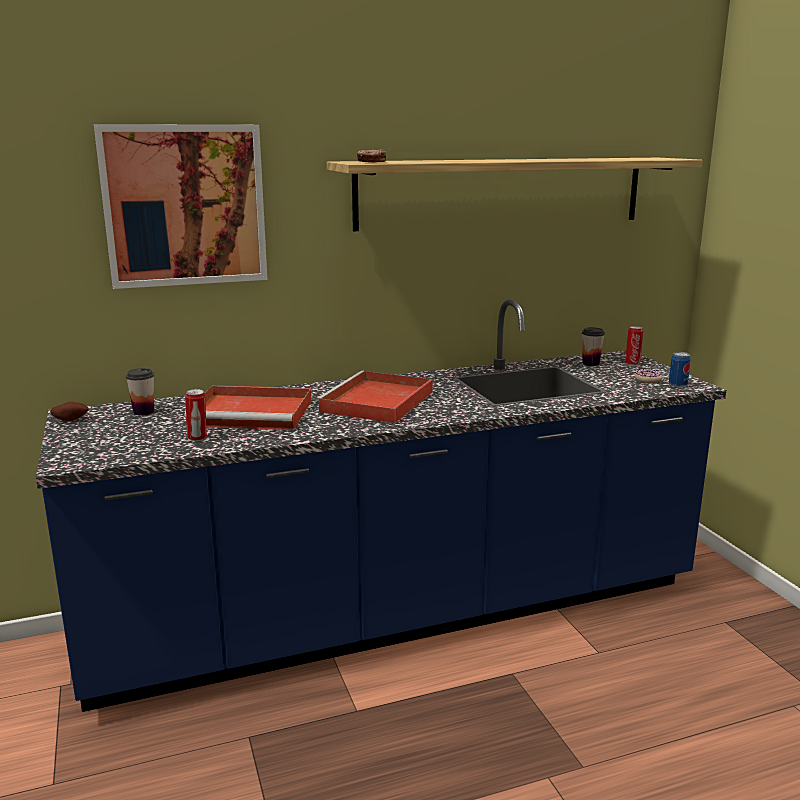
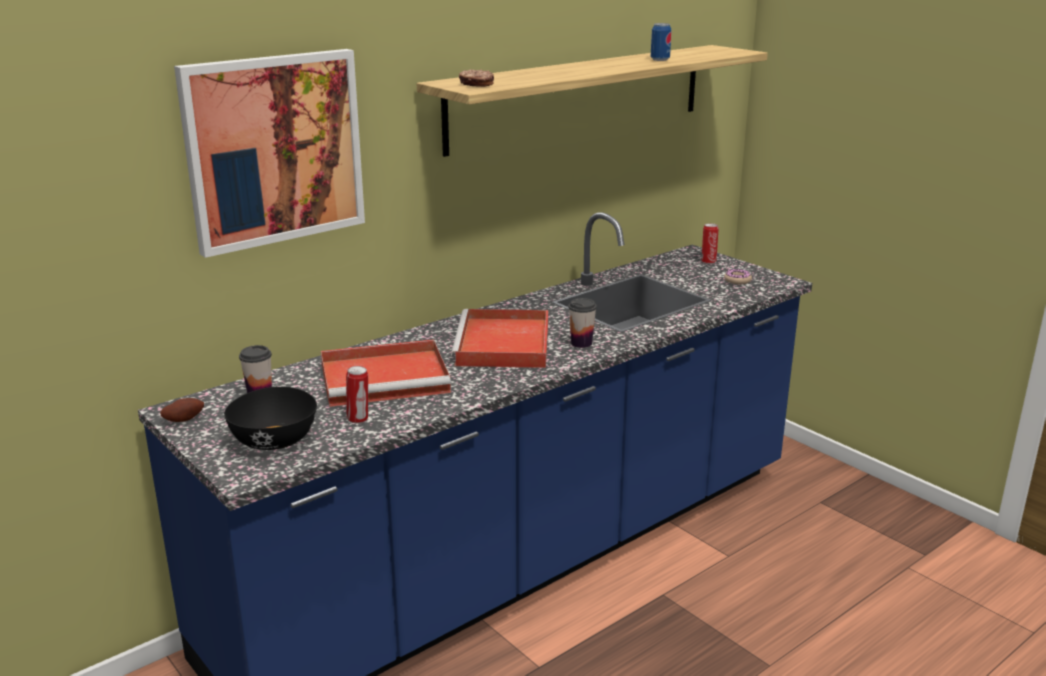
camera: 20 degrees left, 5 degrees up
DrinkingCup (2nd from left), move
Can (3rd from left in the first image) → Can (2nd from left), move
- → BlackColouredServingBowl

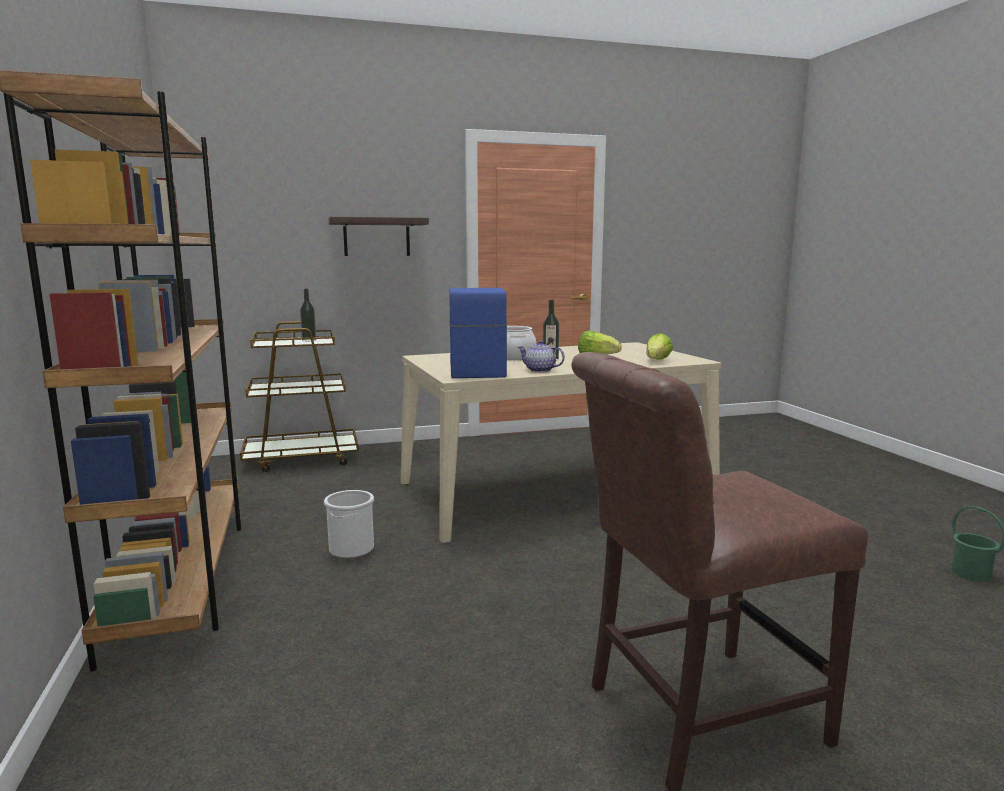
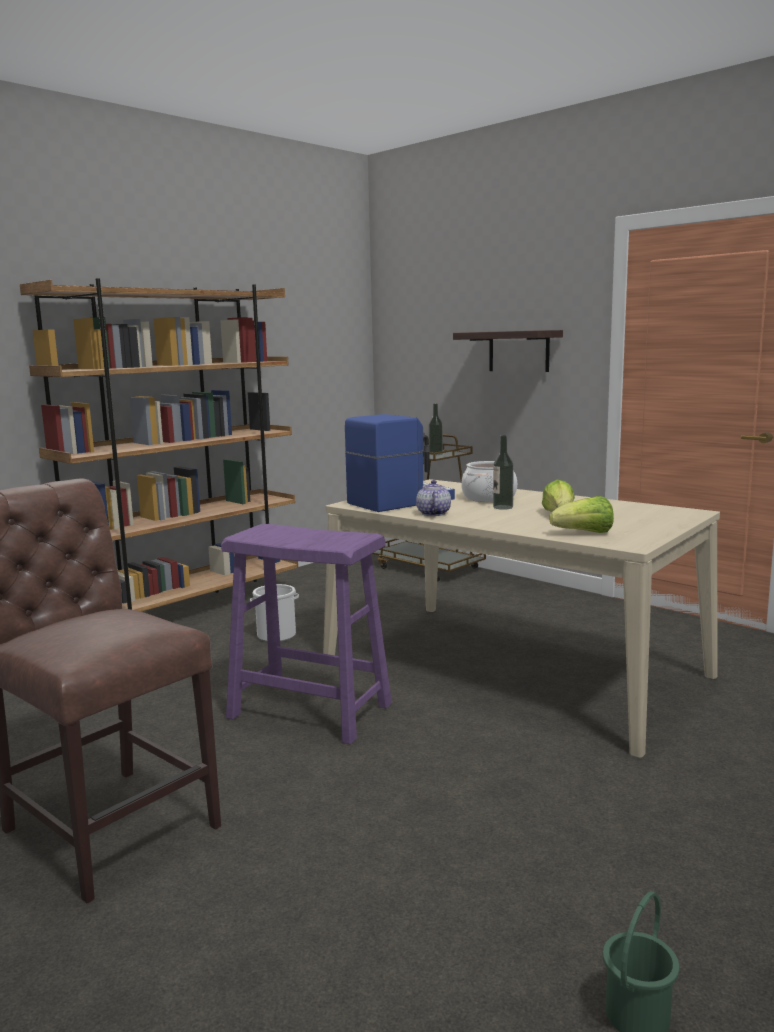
camera: 60 degrees right, 0 degrees up
- → PurpleStoolSeat

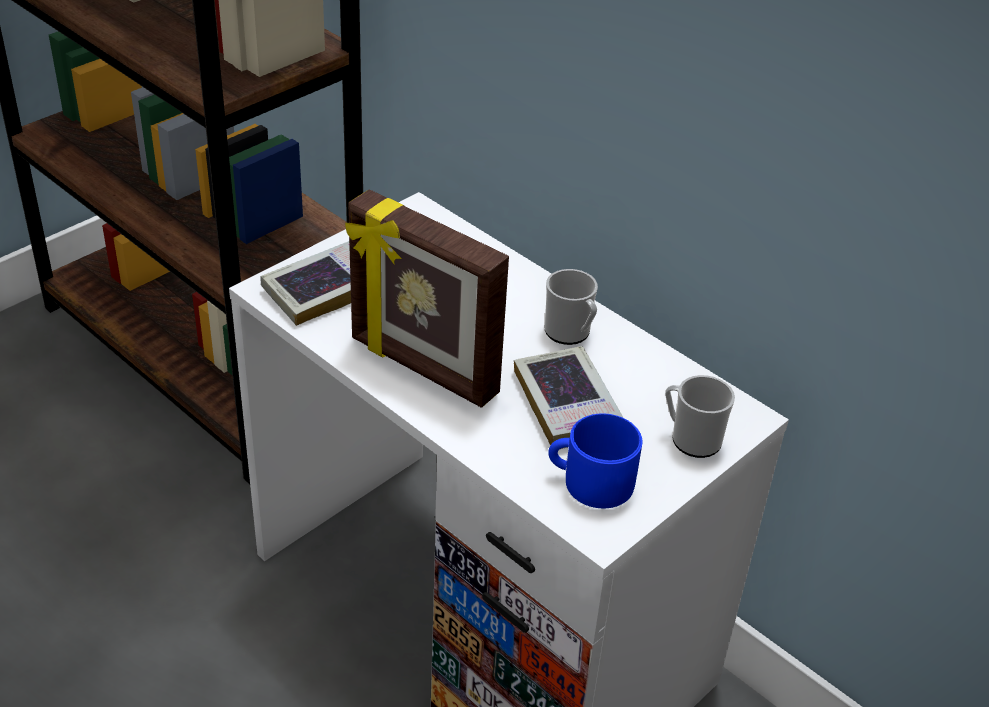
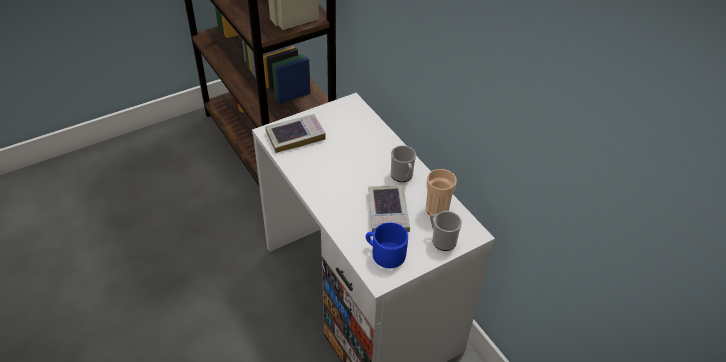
camera: 15 degrees right, 5 degrees up
PhotoFrame → -
- → DrinkingCup

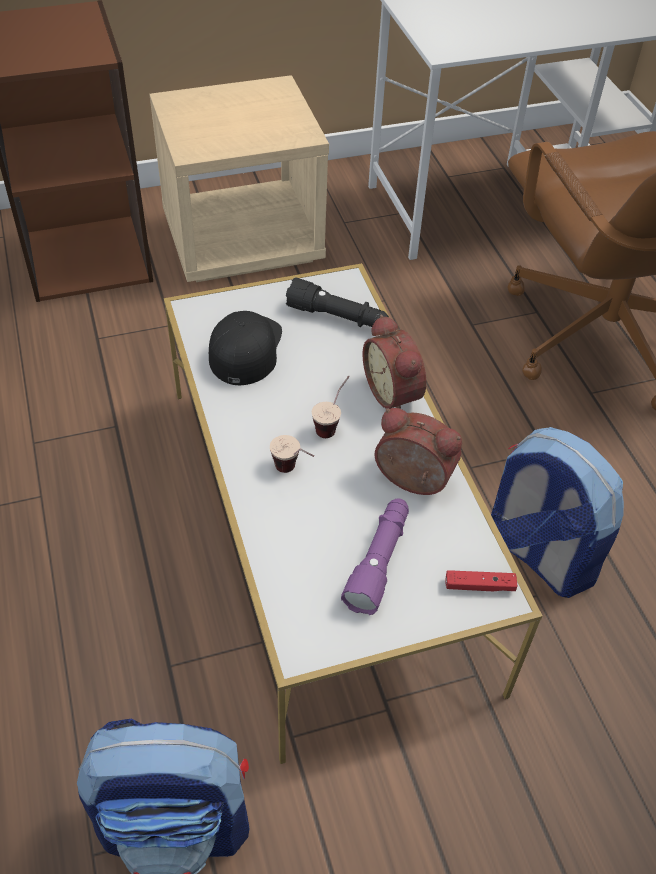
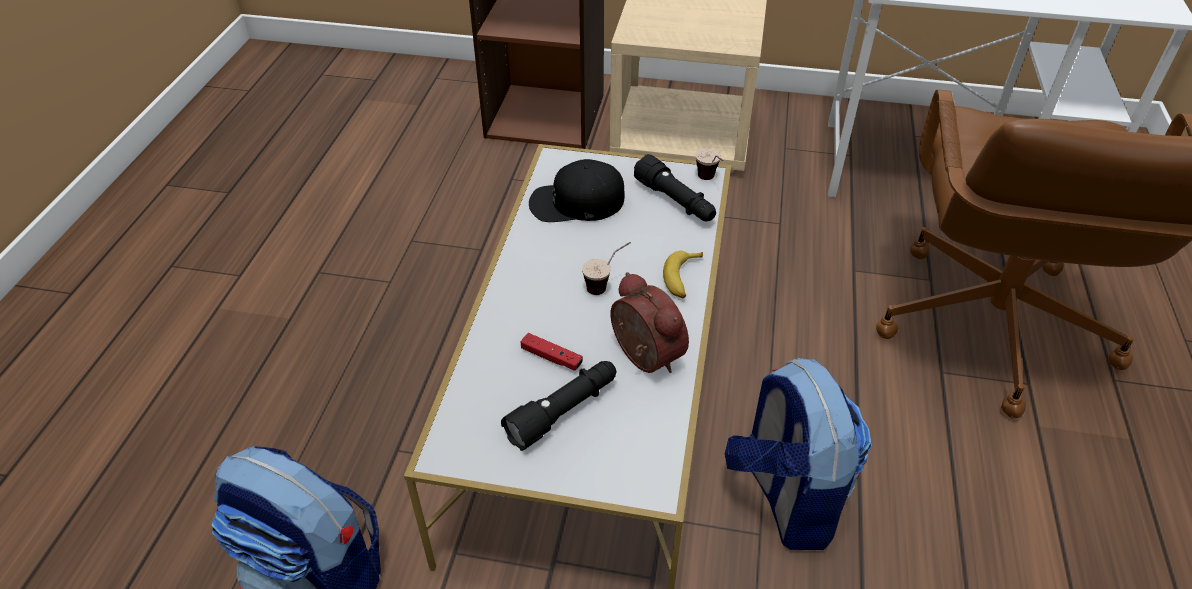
camera: 30 degrees right, 5 degrees down
BlackColouredCap, 135 degrees counterclockwise
AlarmClock (1st from left) → Banana
DrinkingCup (1st from left in the first image) → DrinkingCup (2nd from left), move
PurpleTorch → BlackColouredTorch (1st from left)
RedGamepad, move

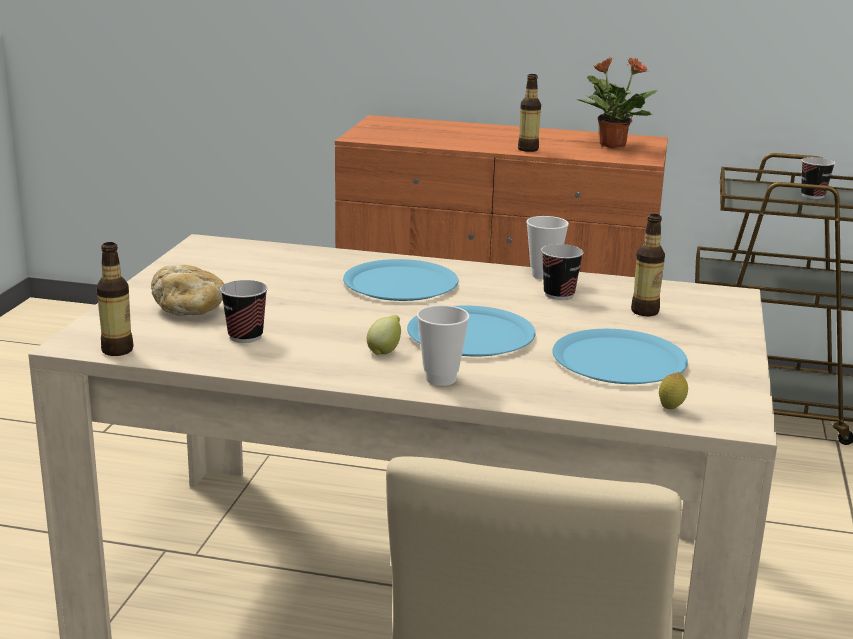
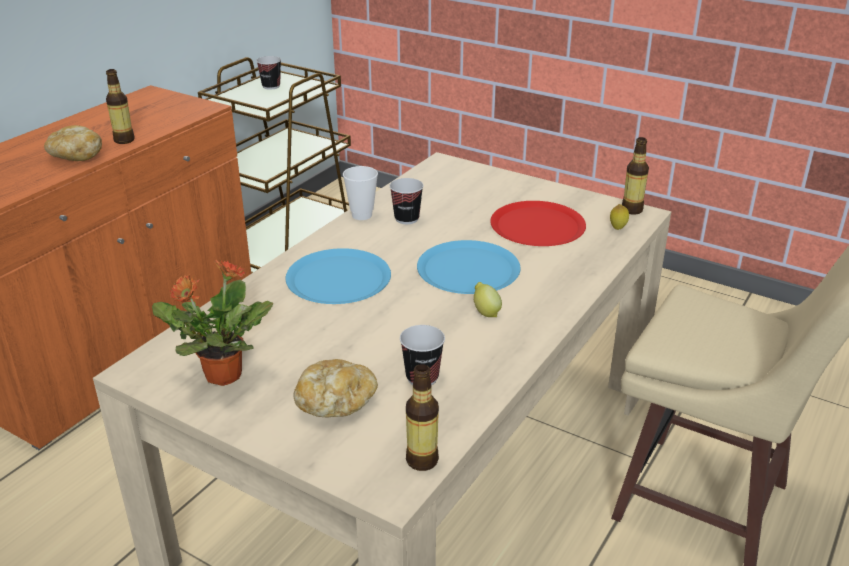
camera: 70 degrees left, 10 degrees up
PlantInAPot, move
Bottle (3rd from left), move
DrinkingCup (2nd from left) → -
BlueFlatDish (3rd from left) → RedFlatDish
- → Bread (1st from left)

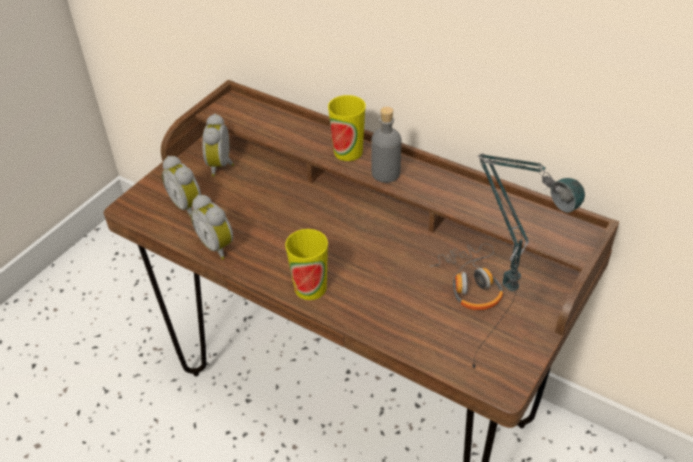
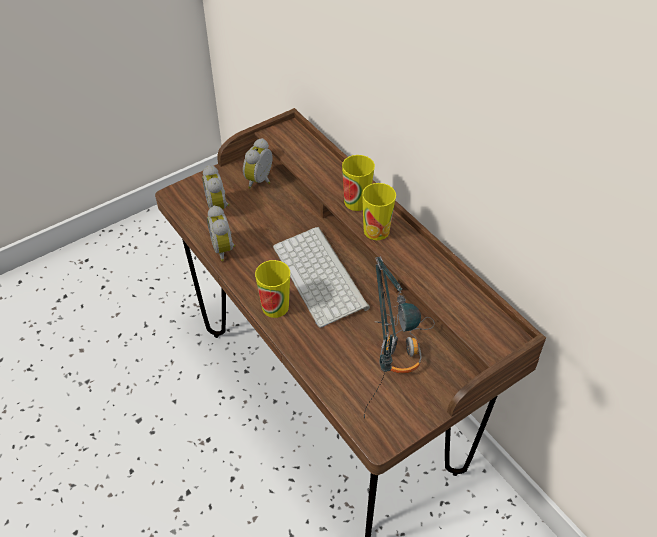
camera: 20 degrees right, 5 degrees up
GreyishBottle → DrinkingCup (3rd from left)
- → PcKeyboard

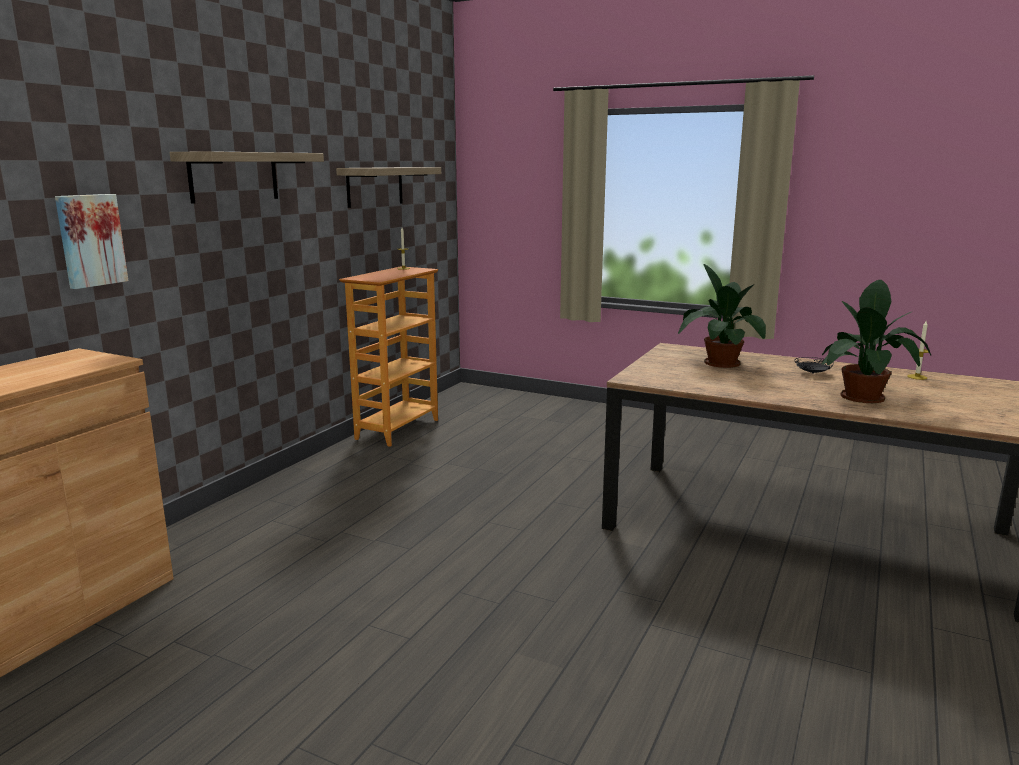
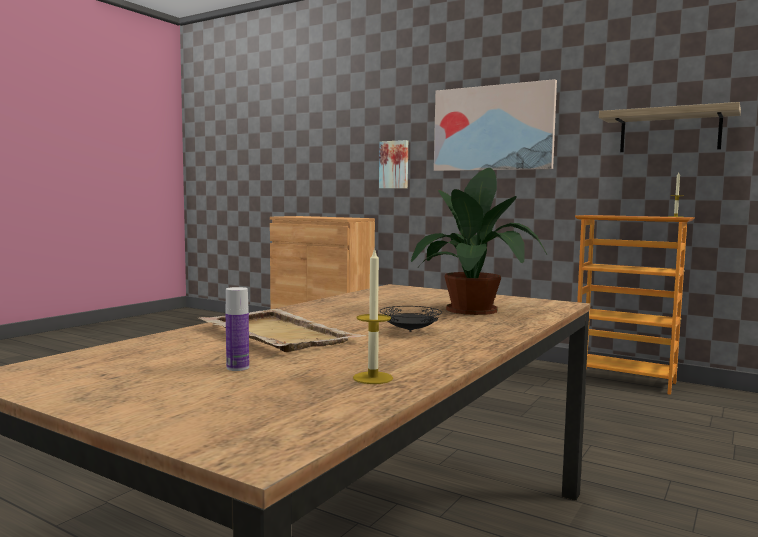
camera: 95 degrees right, 10 degrees down
WallShelf (1st from left) → WallPicture (2nd from left)
PlantInAPot (2nd from left) → BeigeCarryingTray
- → Bottle

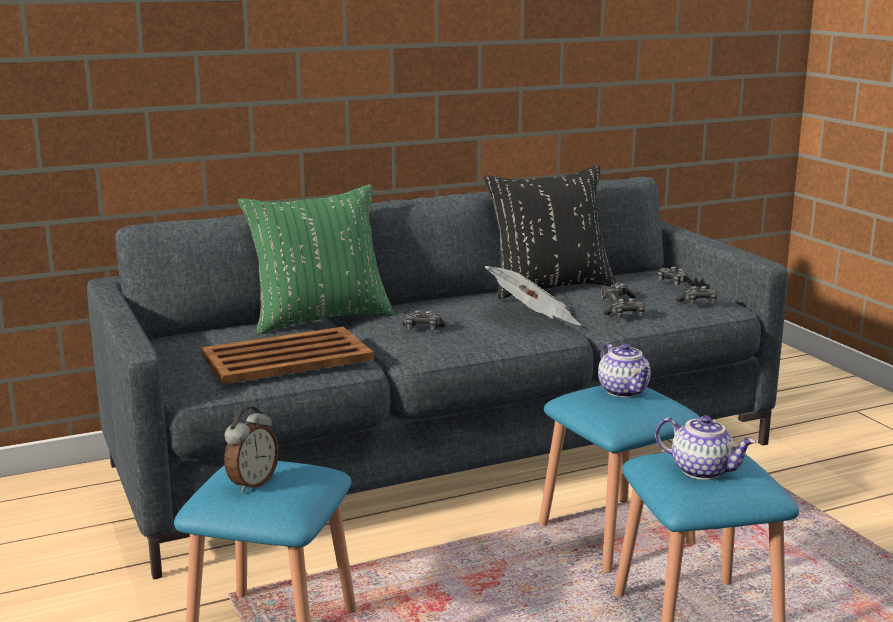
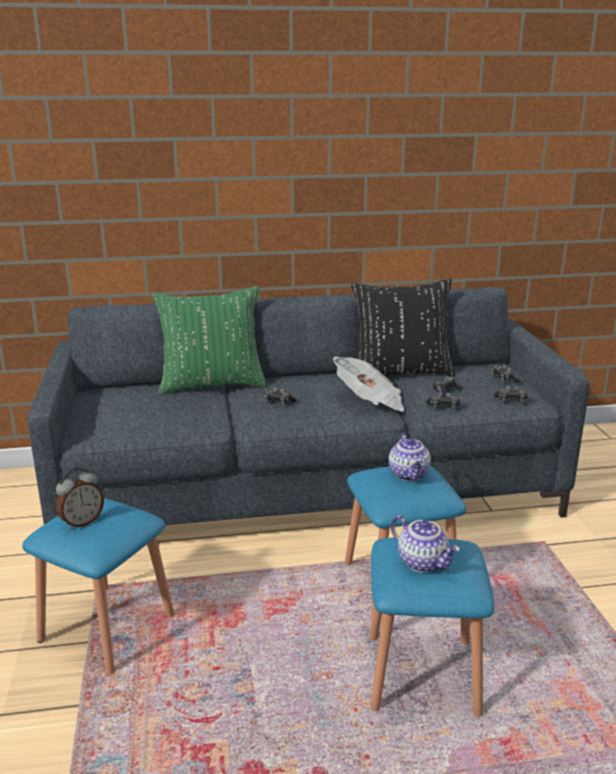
camera: 15 degrees right, 5 degrees up
BrownishCarryingTray → -

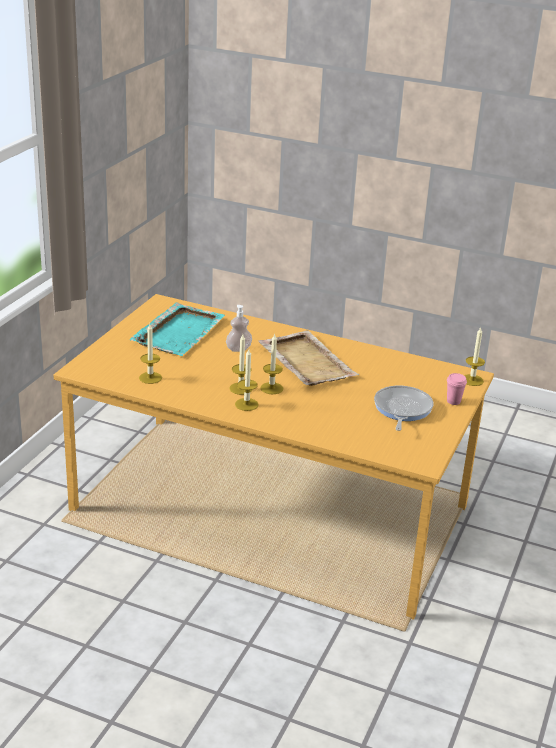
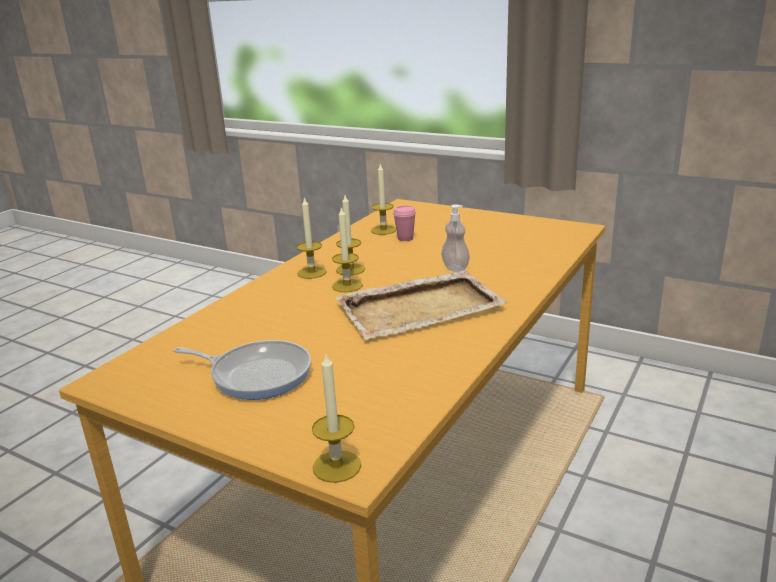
camera: 100 degrees right, 5 degrees down
TurquoiseColouredCarryingTray → -
PinkColouredDrinkingCup, move

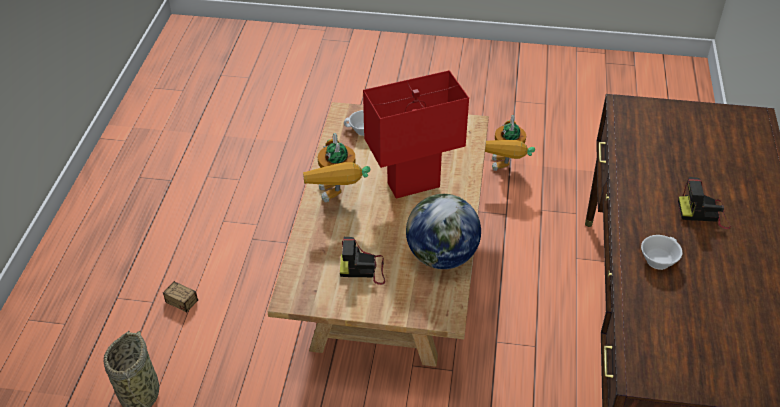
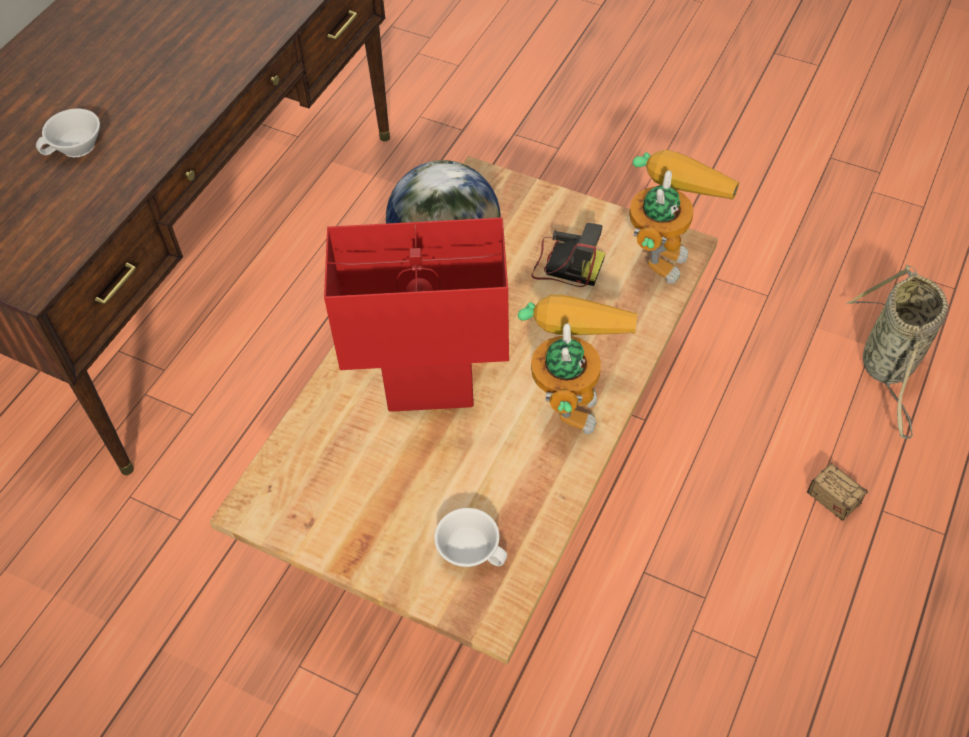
camera: 160 degrees left, 10 degrees up
ToyRobot (2nd from left), move
StillCamera (2nd from left) → -
WhitishDrinkingCup (2nd from left in the first image) → WhitishDrinkingCup (1st from left), move

